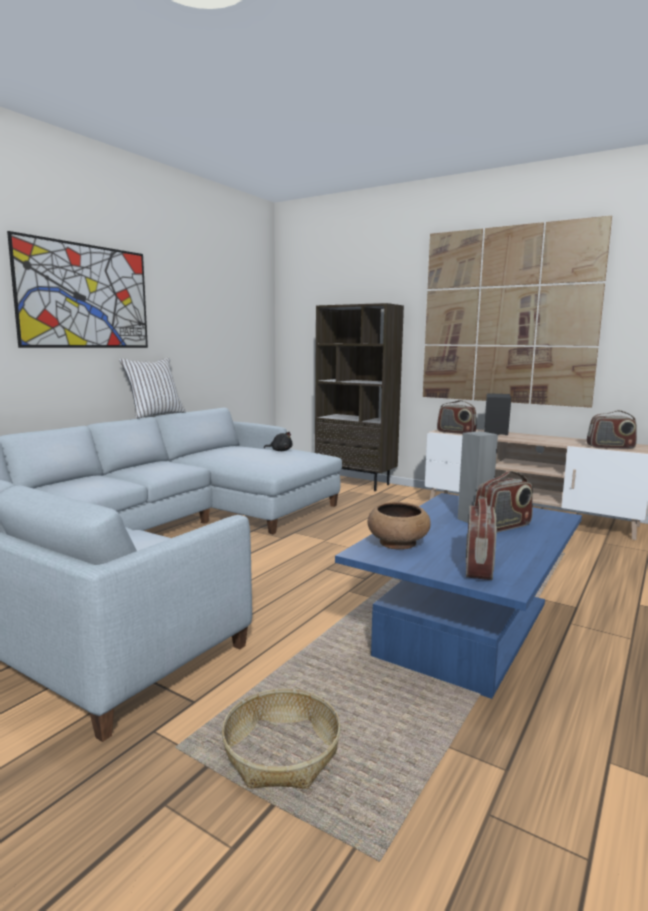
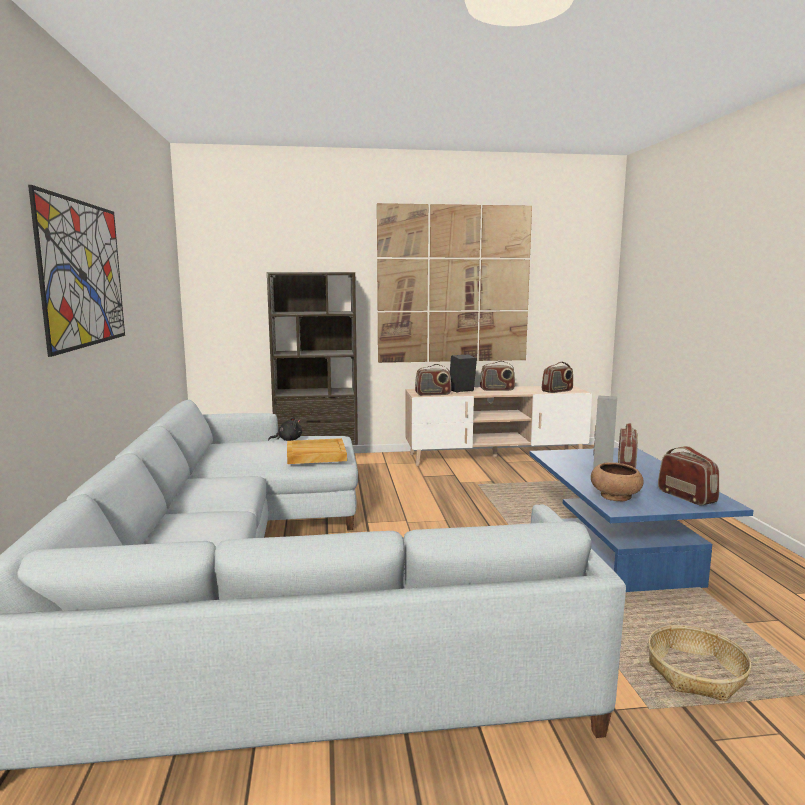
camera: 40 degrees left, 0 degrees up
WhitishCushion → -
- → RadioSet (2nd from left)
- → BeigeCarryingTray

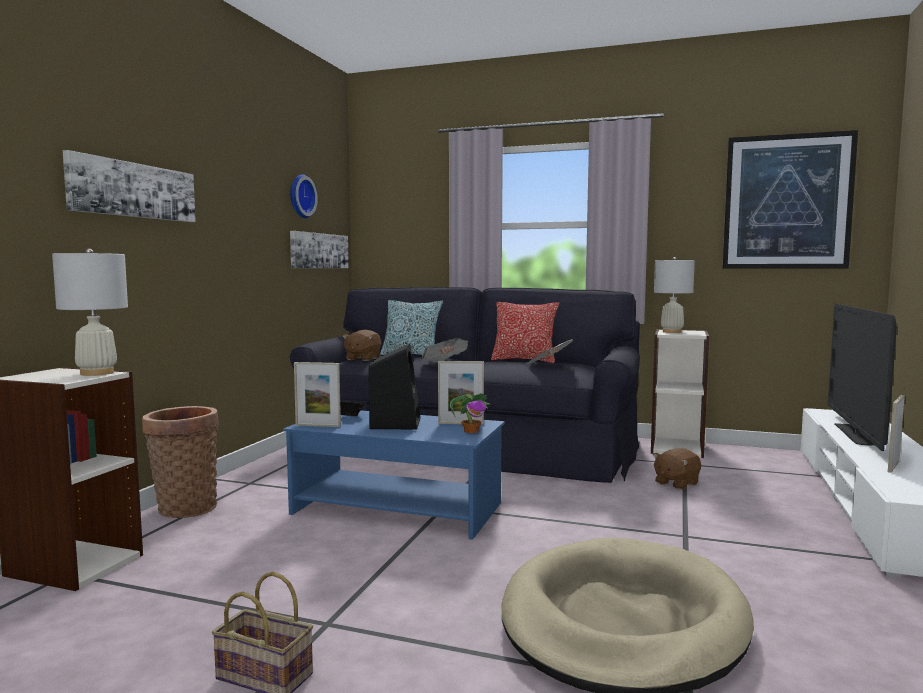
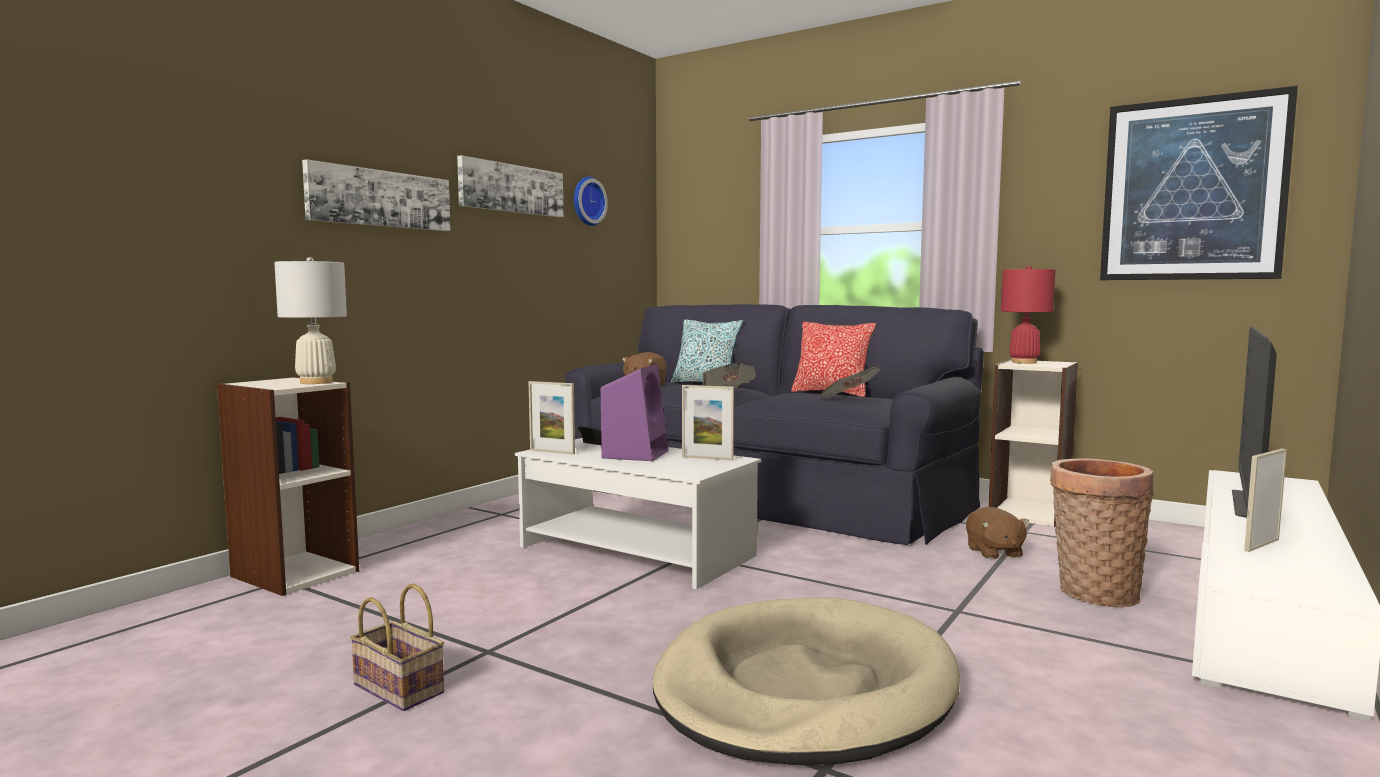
camera: 15 degrees right, 0 degrees up
WallPicture (2nd from left), move
WhitishTableLamp (2nd from left) → RedTableLamp
BlackColouredAudioSpeaker → PurpleAudioSpeaker
PlantInAPot → -
Basket (1st from left in the first image) → Basket (2nd from left), move
BlueLoungeTable → WhitishLoungeTable
BrownishCuddlyToy (2nd from left), 75 degrees counterclockwise

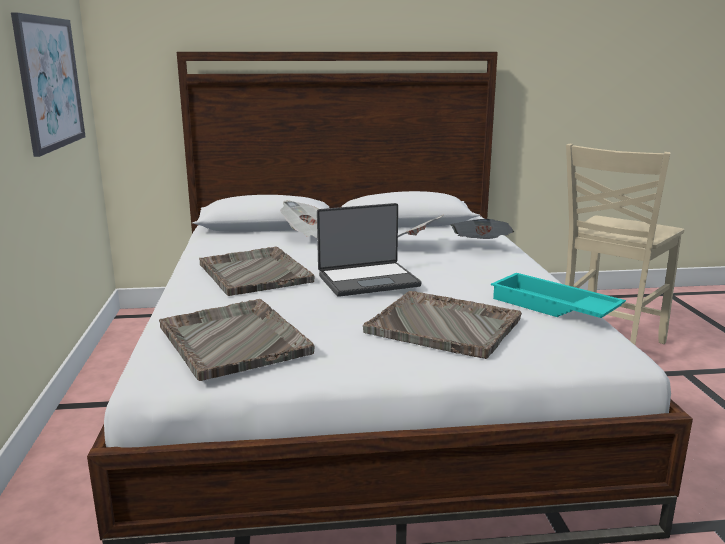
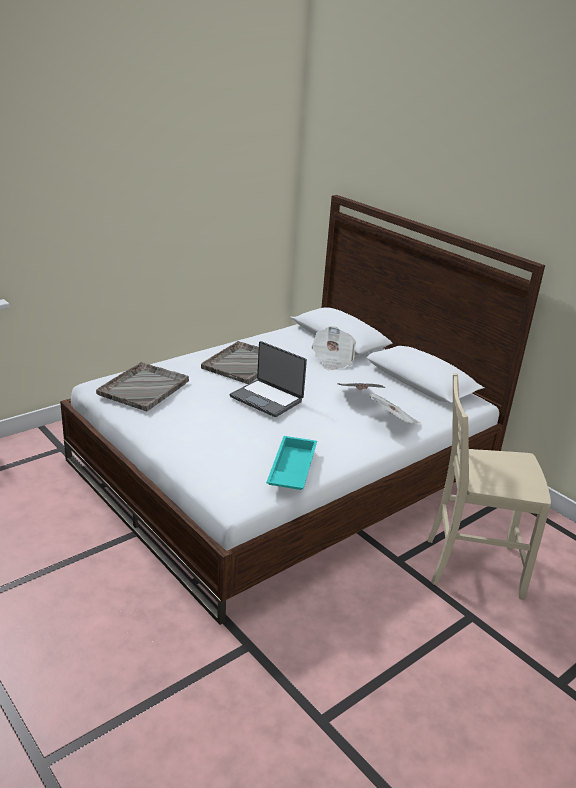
camera: 55 degrees right, 10 degrees up
WallPicture → -
GreyishCarryingTray (3rd from left) → -

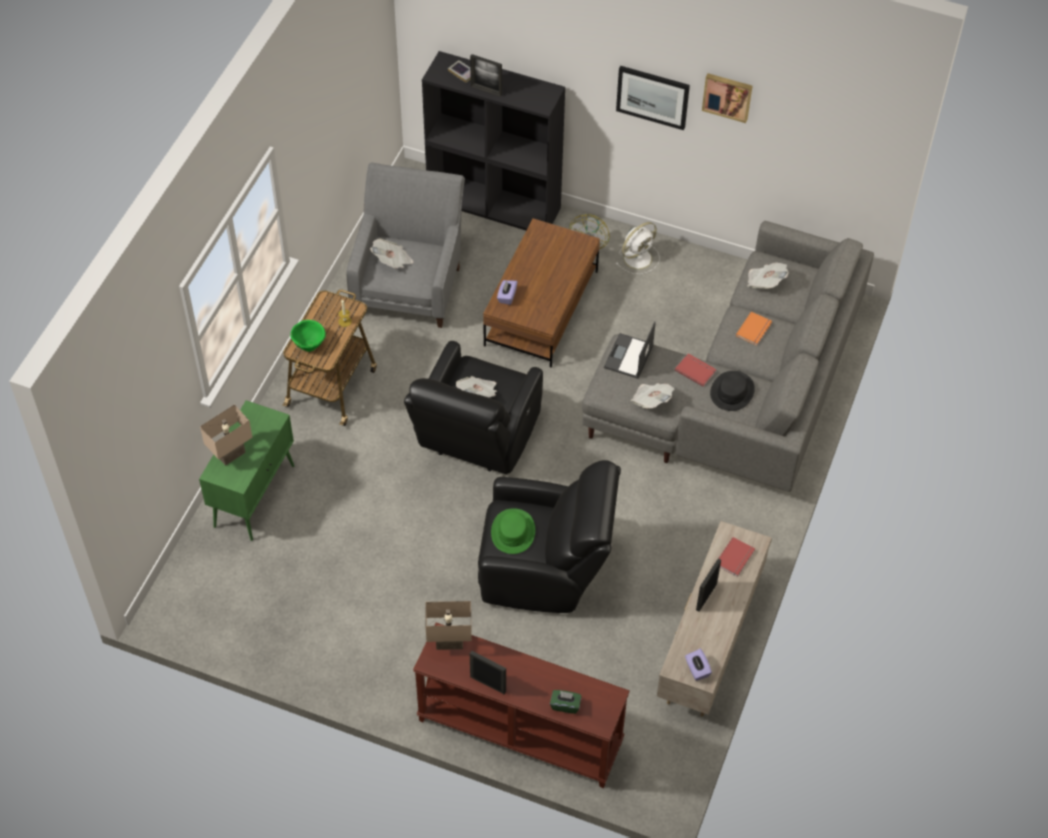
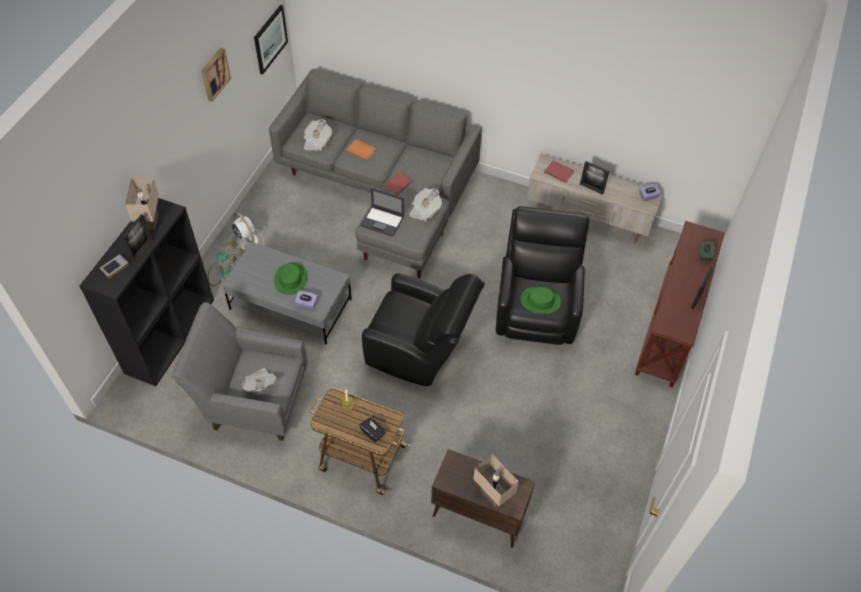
camera: 90 degrees left, 0 degrees up
WallPicture (1st from left in the first image) → WallPicture (2nd from left), move
BrownishLoungeTable → GreyishLoungeTable
GreenishServingBowl → BlackColouredTissueHolder
BlackColouredHat → -
DailyPaper (2nd from left) → -
GreenishStorageCabinet → BrownishStorageCabinet
BeigeTableLamp (2nd from left in the first image) → BeigeTableLamp (1st from left), move
- → GreenishHat (1st from left)

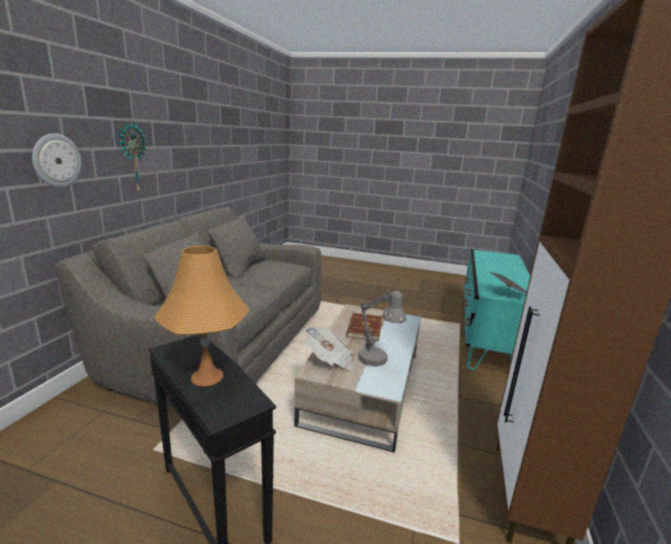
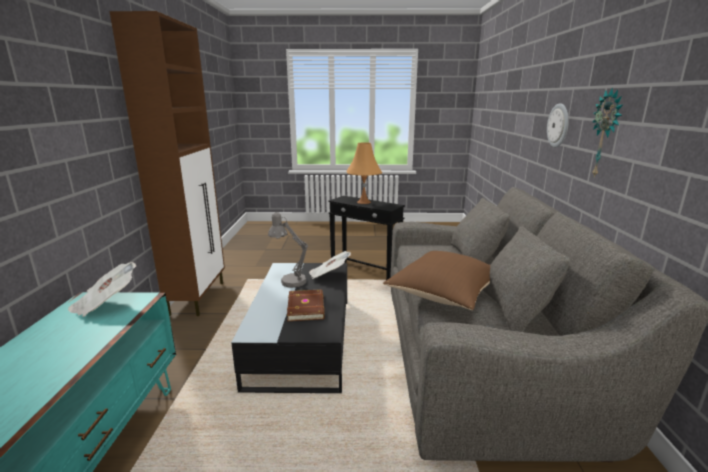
camera: 165 degrees right, 0 degrees up
BeigeLoungeTable → BlackColouredLoungeTable
- → BrownishCushion

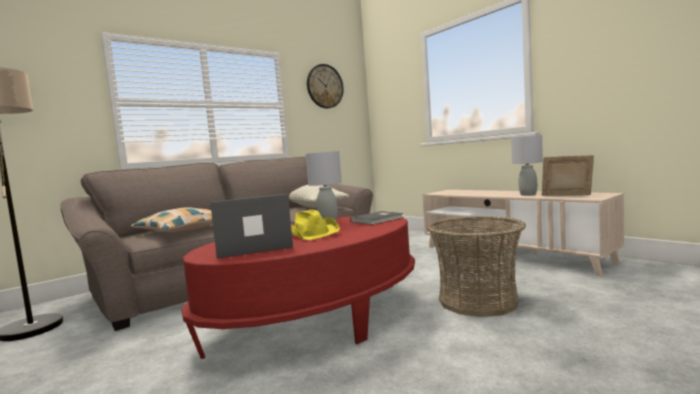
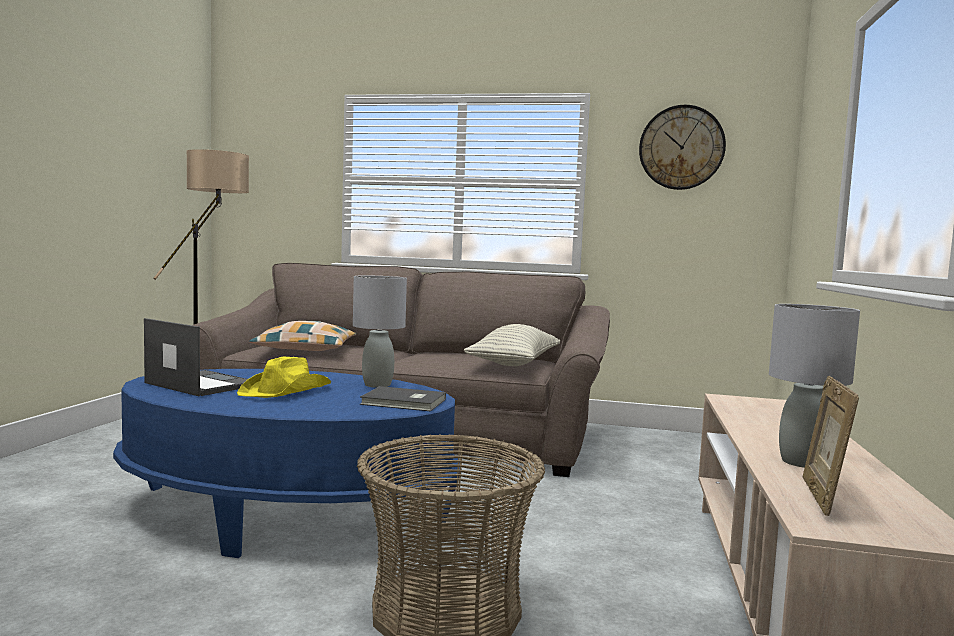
camera: 50 degrees right, 0 degrees up
PhotoFrame, 135 degrees counterclockwise
RedLoungeTable → BlueLoungeTable

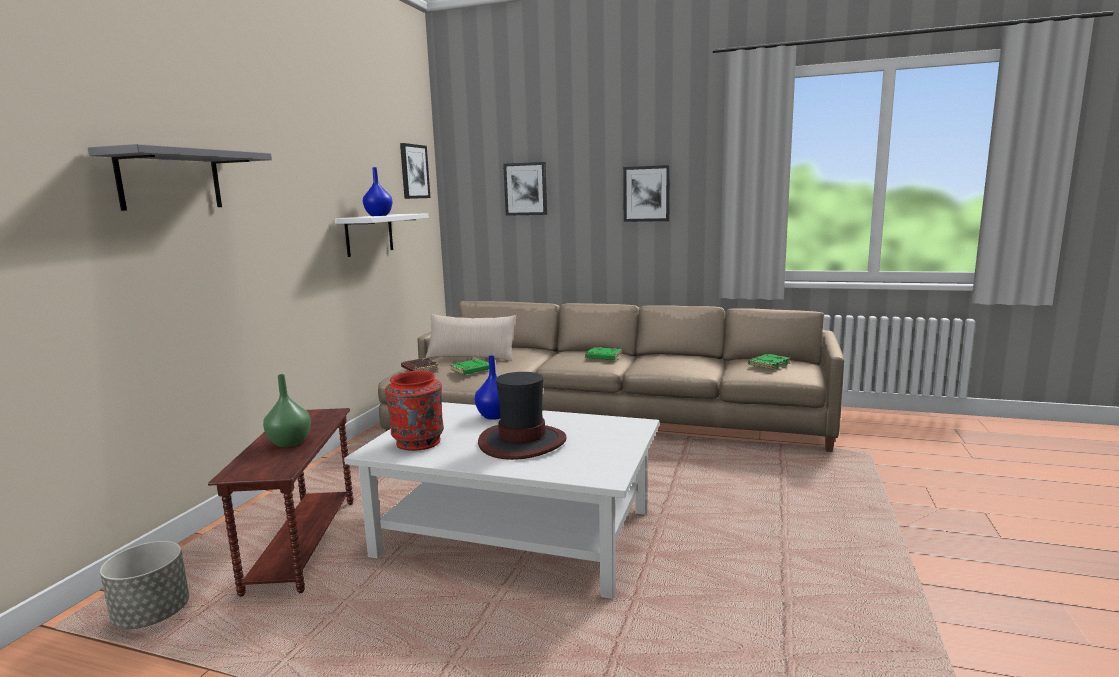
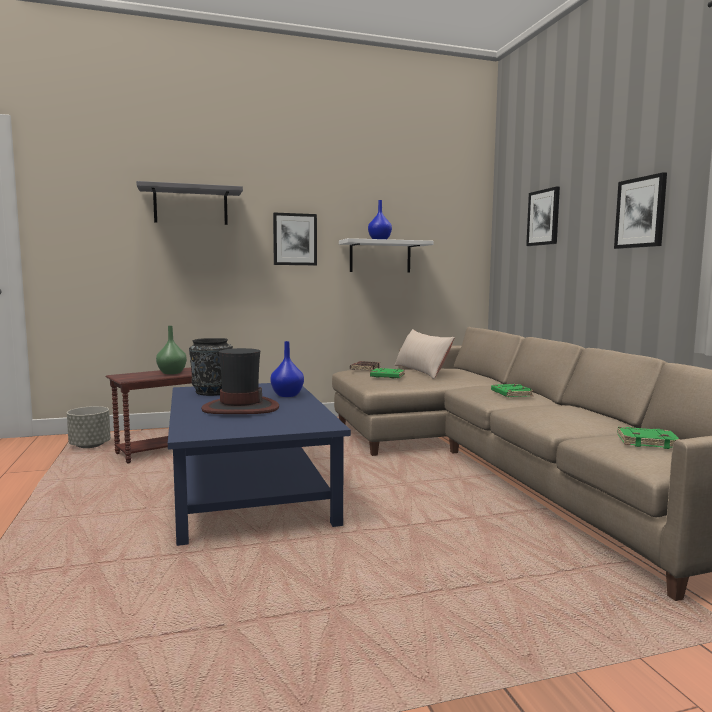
camera: 55 degrees right, 5 degrees down
WallPicture (1st from left), move
RedDecorativeVase → BlackColouredDecorativeVase
WhitishLoungeTable → BlueLoungeTable

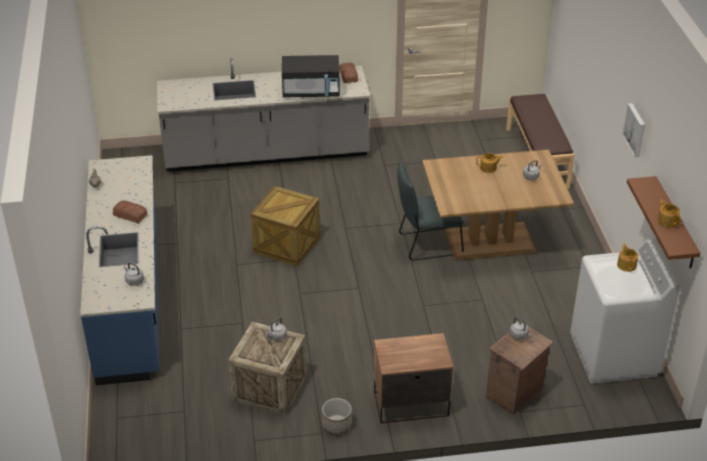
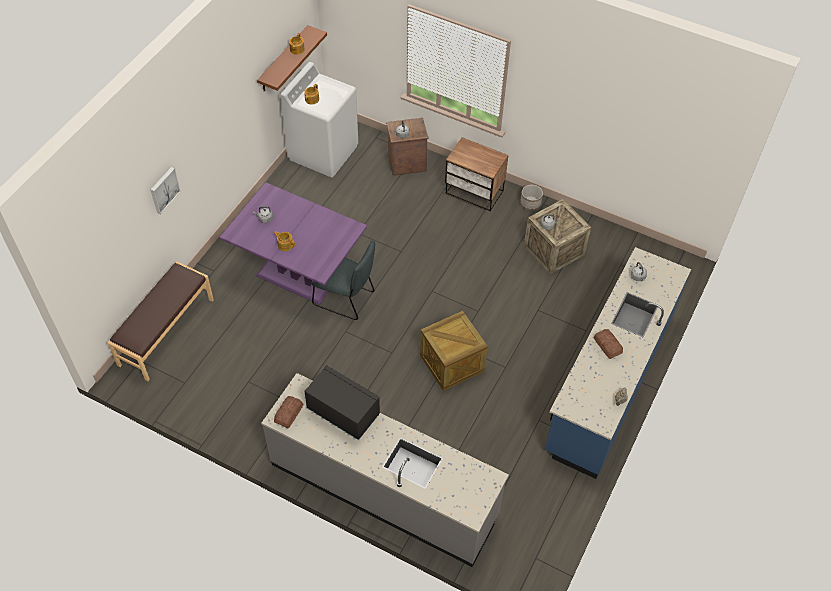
camera: 145 degrees left, 15 degrees up
WallPicture, move
BrownishDiningTable → PurpleDiningTable

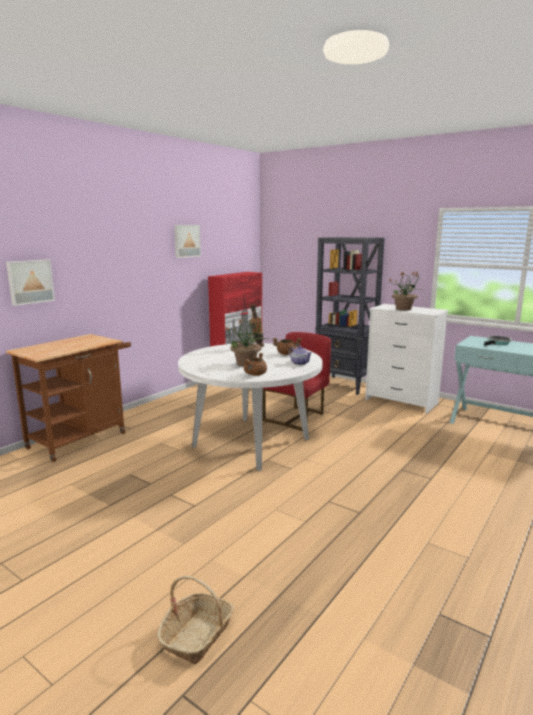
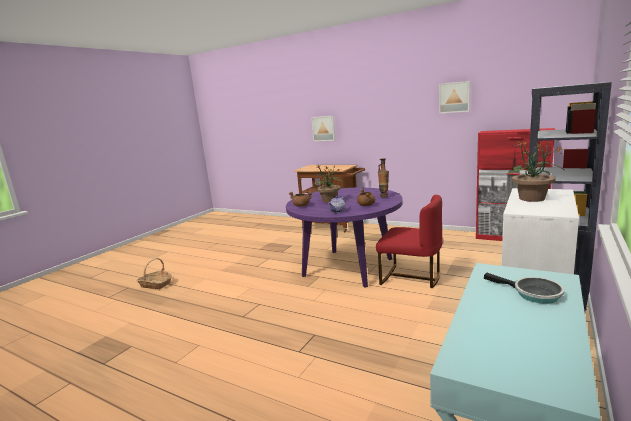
camera: 85 degrees right, 0 degrees up
WhitishDiningTable → PurpleDiningTable

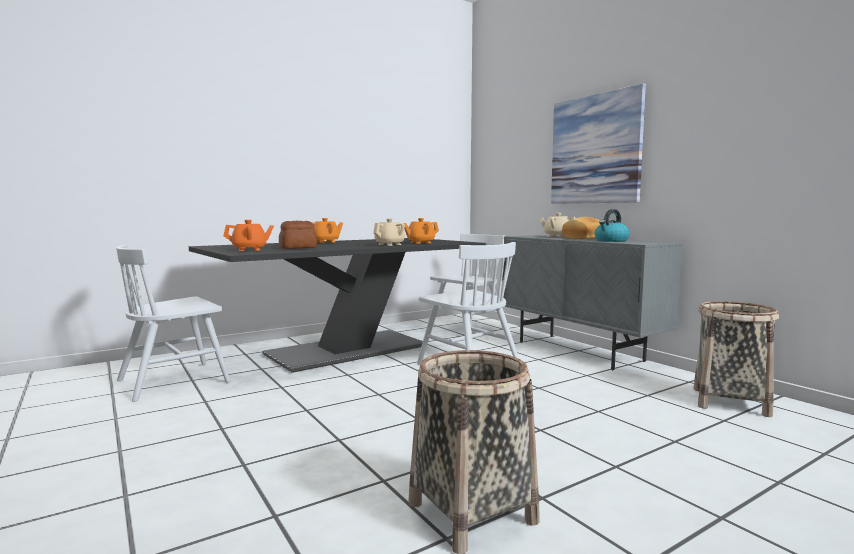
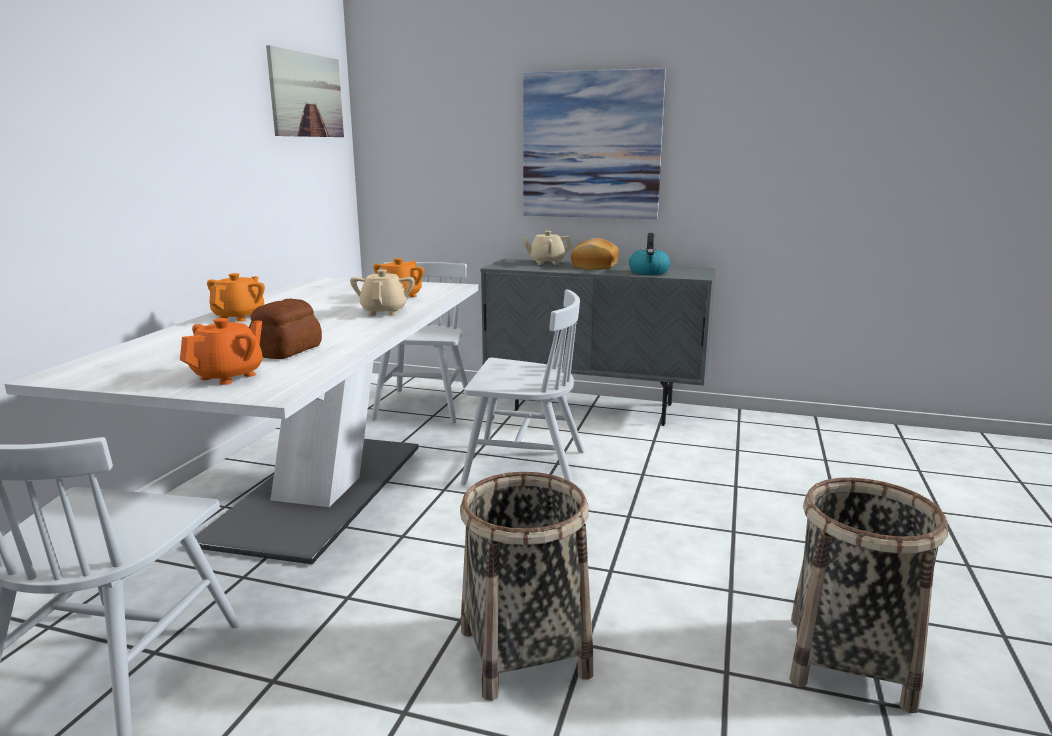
camera: 40 degrees left, 10 degrees up
BlackColouredDiningTable → WhitishDiningTable
Basket (2nd from left in the first image) → Basket (1st from left), move
- → WallPicture (1st from left)

